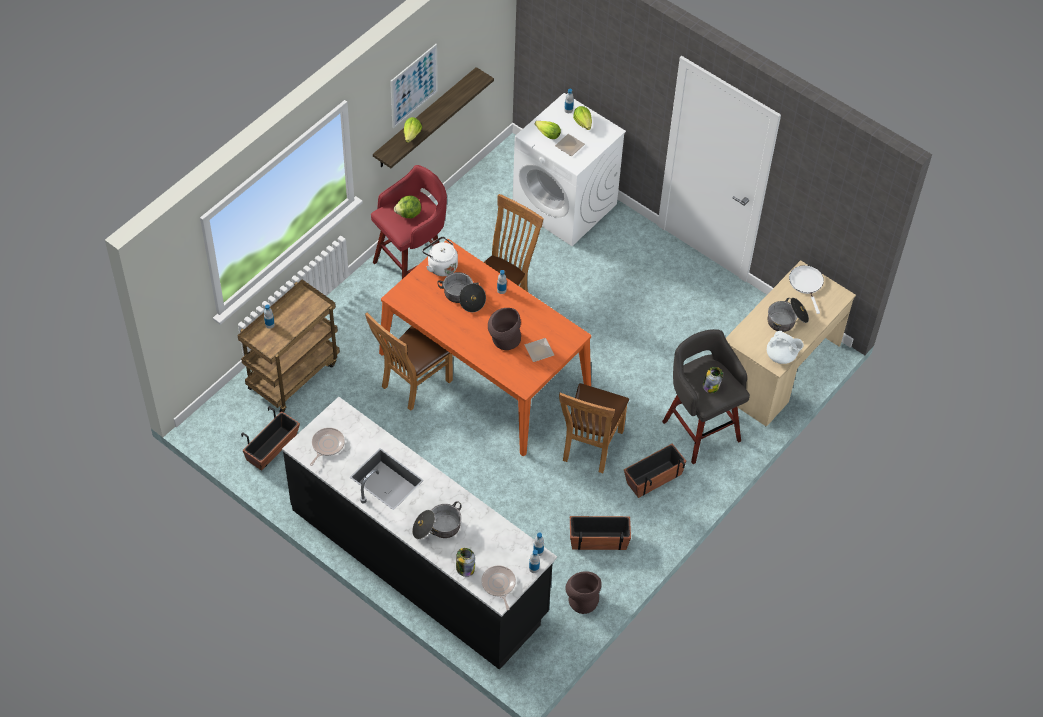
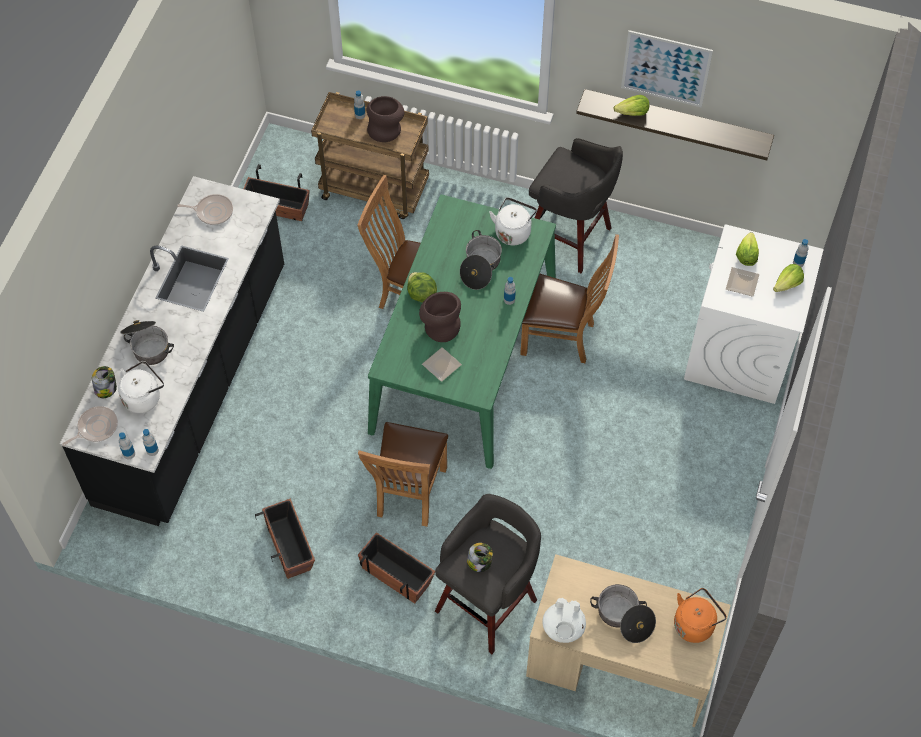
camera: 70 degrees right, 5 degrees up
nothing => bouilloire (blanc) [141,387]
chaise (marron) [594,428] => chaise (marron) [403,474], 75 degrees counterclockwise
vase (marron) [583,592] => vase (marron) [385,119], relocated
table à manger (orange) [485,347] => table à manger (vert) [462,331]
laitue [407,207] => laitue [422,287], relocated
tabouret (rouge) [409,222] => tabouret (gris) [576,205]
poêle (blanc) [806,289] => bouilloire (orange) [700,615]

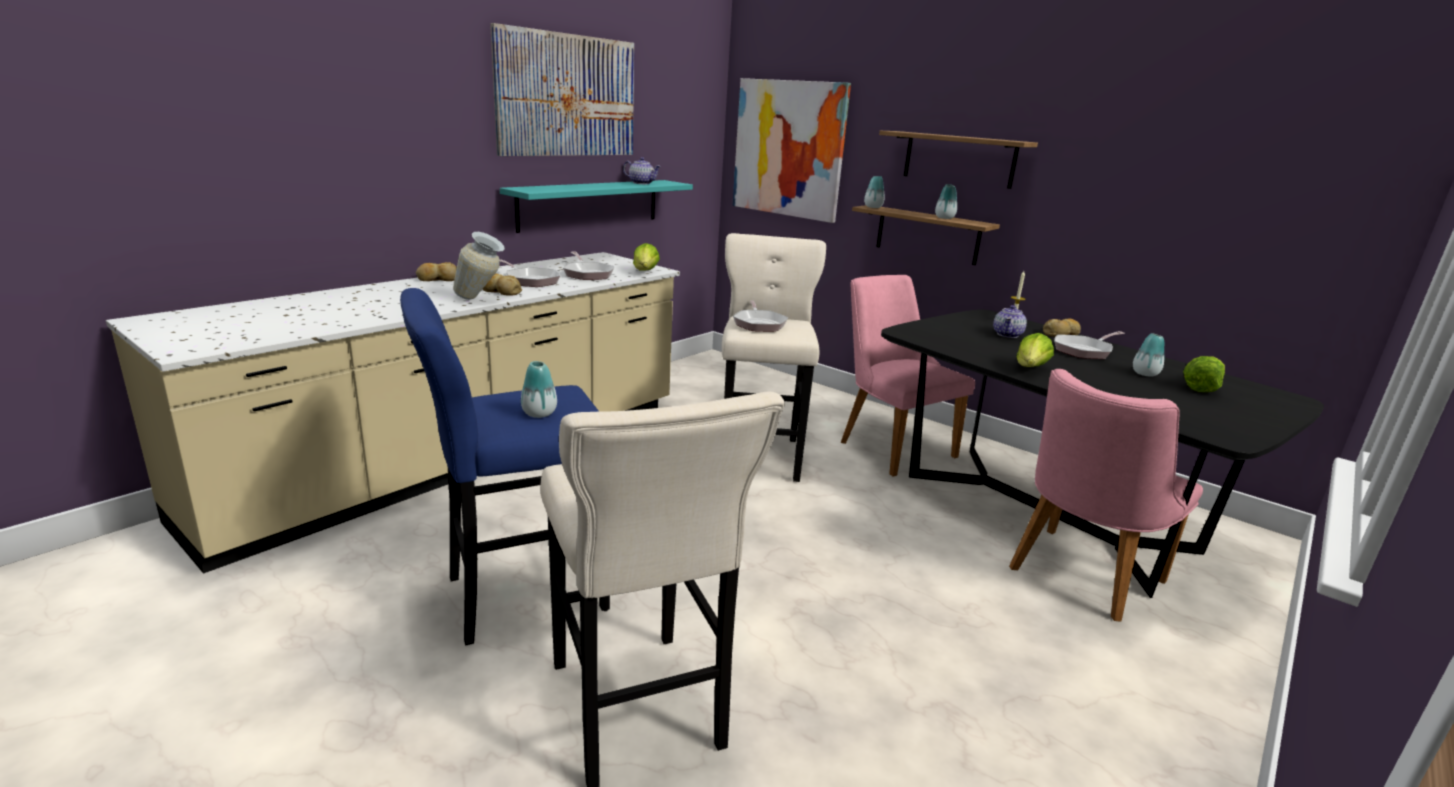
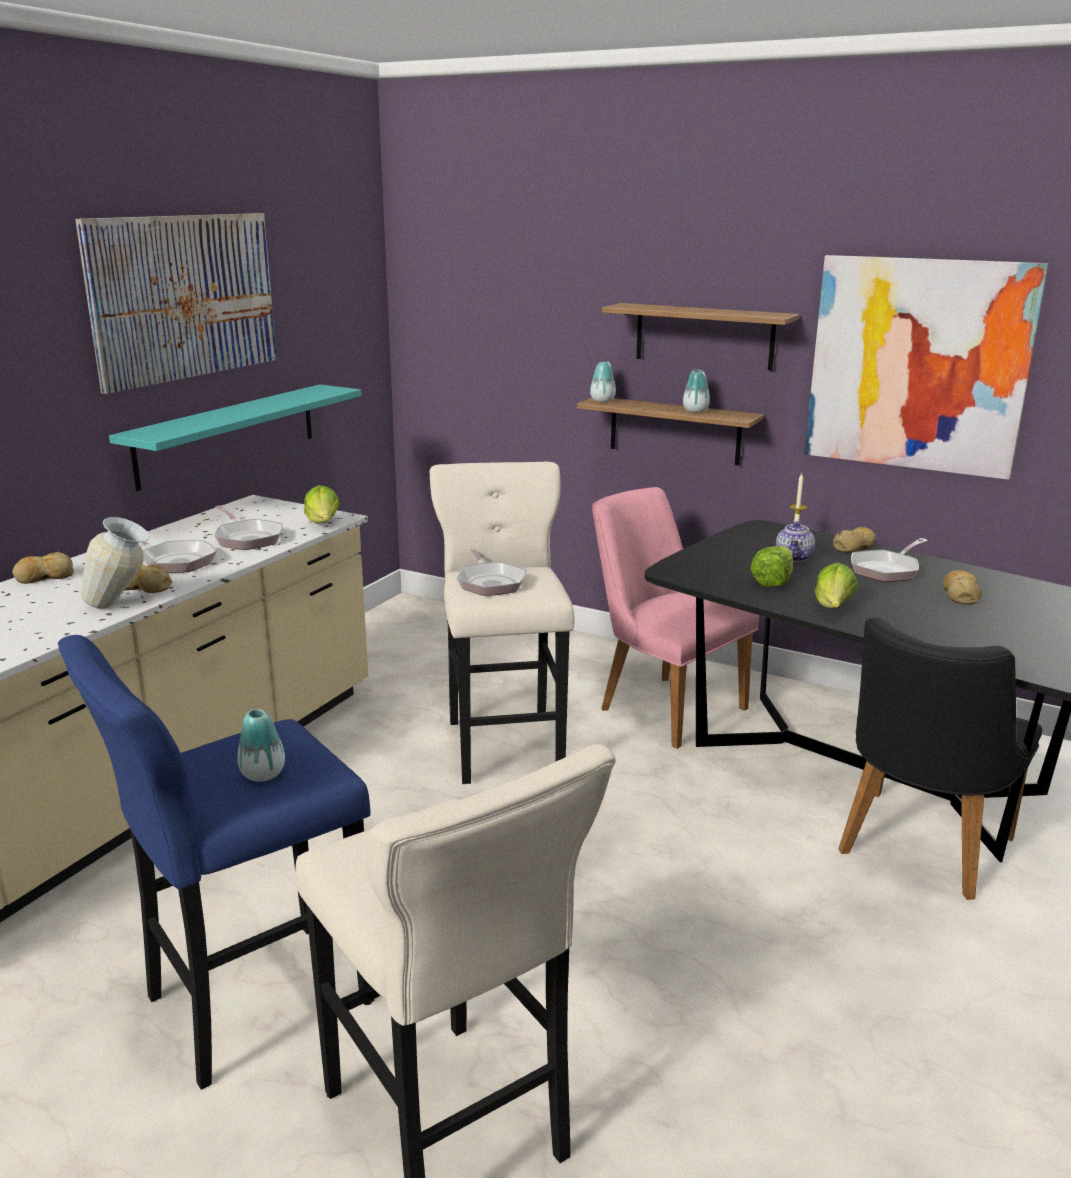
camera: 10 degrees left, 0 degrees up
laitue [1204,374] => laitue [771,566], relocated
tableau [791,150] => tableau [926,367], relocated
chaise (rose) [1106,495] => chaise (noir) [940,758]
vase [1148,355] => pain [962,587]
théière [642,170] => nothing

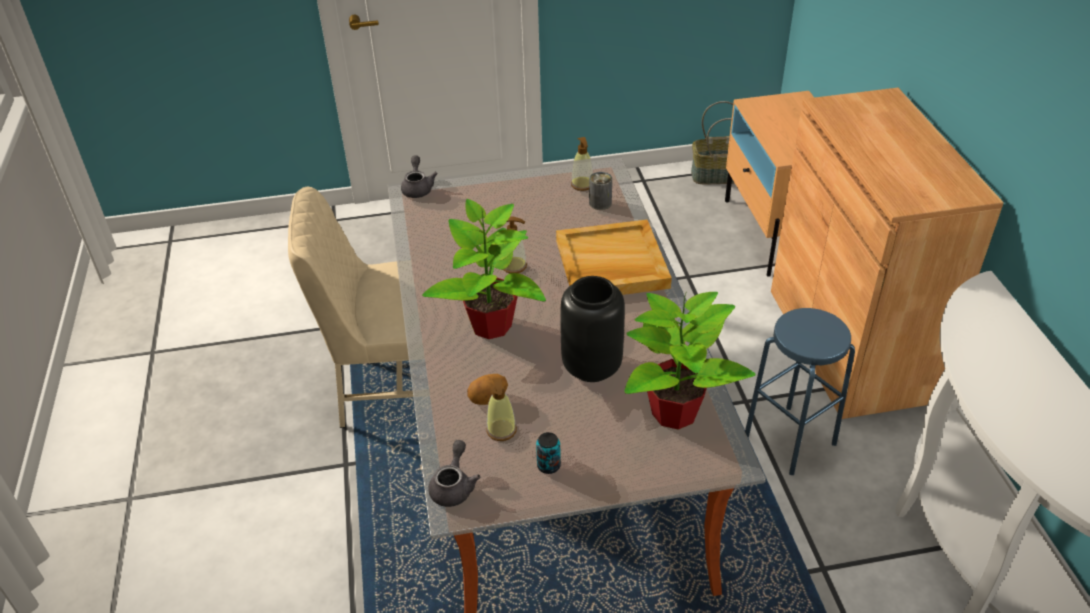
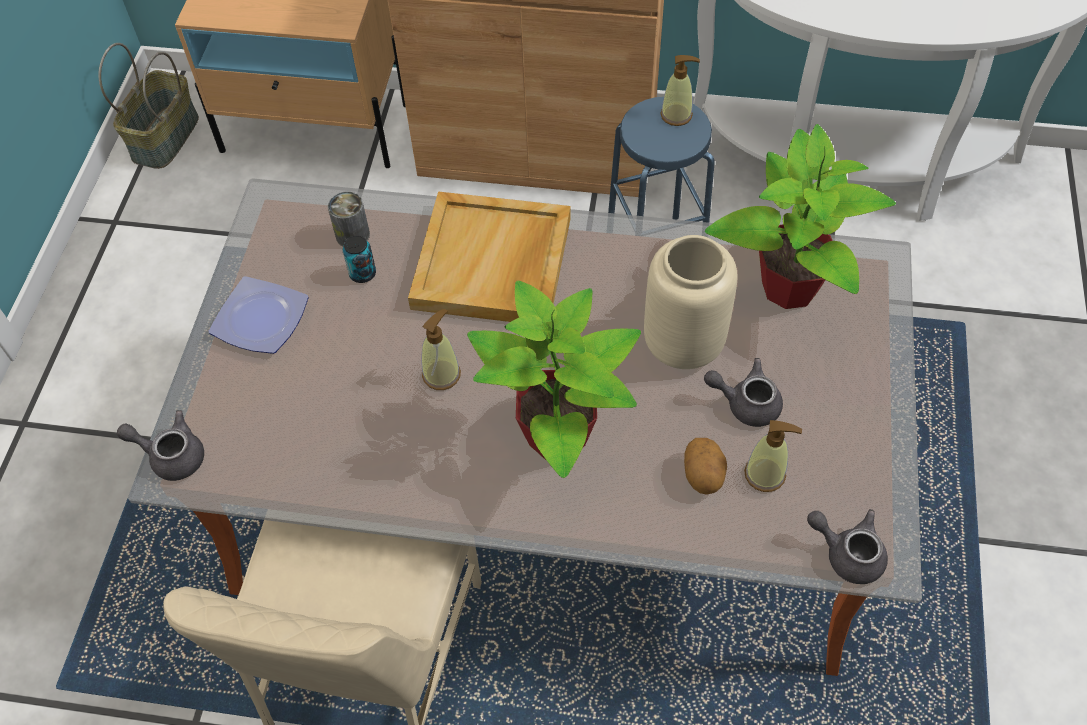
camera: 70 degrees left, 15 degrees up
nothing => assiette [259,315]
boîte métallique [548,453] => boîte métallique [359,259], relocated
vase (noir) [592,329] => vase (beige) [690,302]
distributeur de savon [582,164] => distributeur de savon [680,90], relocated
nothing => théière (gris) [743,392]

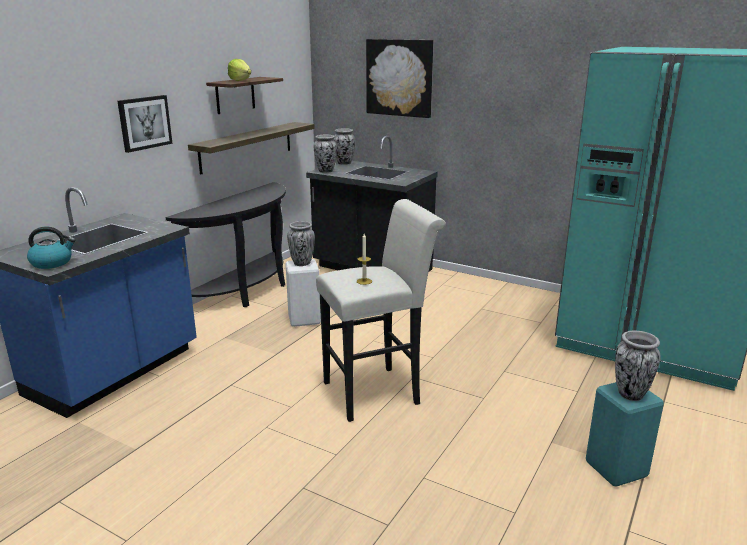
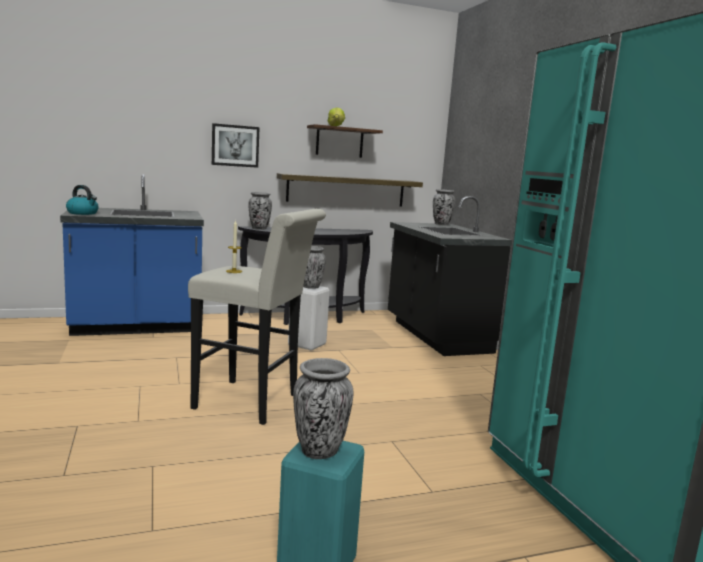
camera: 40 degrees right, 10 degrees down
vase [325,154] => vase [260,211], relocated
tableau [399,78] => nothing

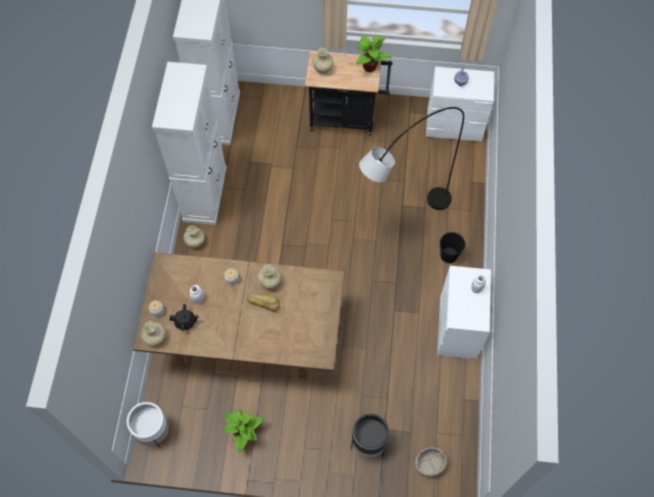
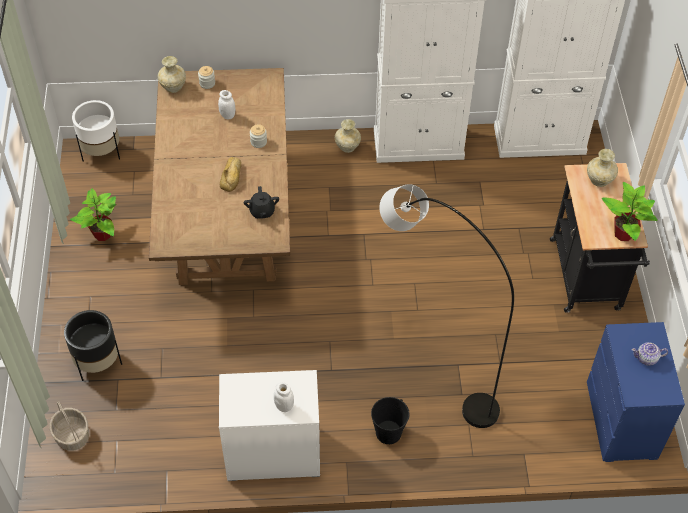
camera: 80 degrees right, 10 degrees down
théière (noir) [184,317] => théière (noir) [261,202], relocated
commode (blanc) [460,104] => commode (bleu) [636,392]
vase (beige) [269,276] => nothing

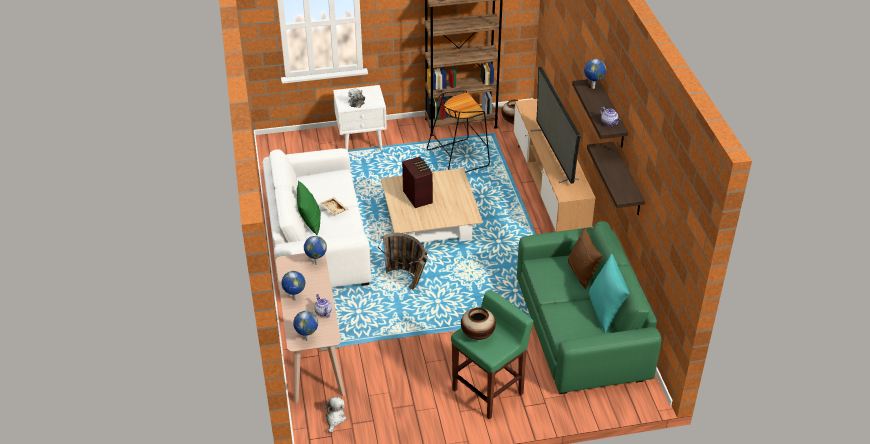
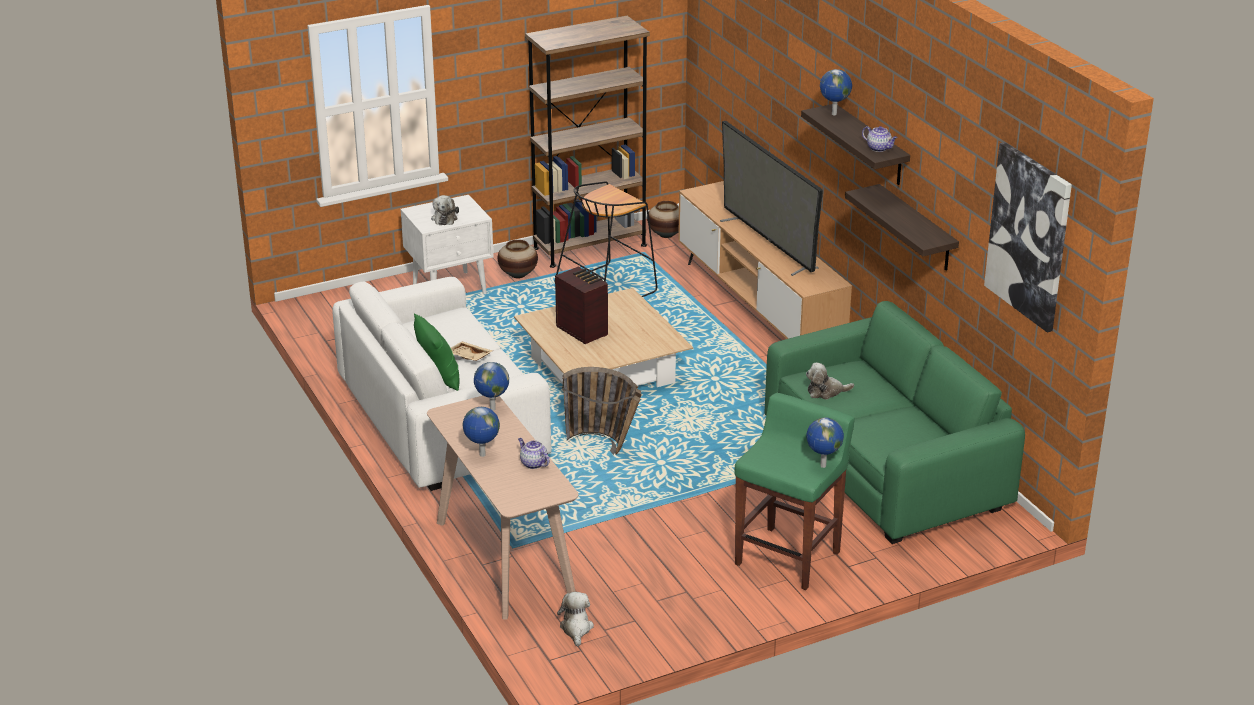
camera: 15 degrees left, 10 degrees down
vase [478,323] => vase [518,259], relocated
nothing => peluche [830,381]
globe [305,326] => globe [825,442], relocated
nothing => tableau [1028,237]
coussin (marron) [585,258] => nothing
coussin (turquoise) [609,293] => nothing

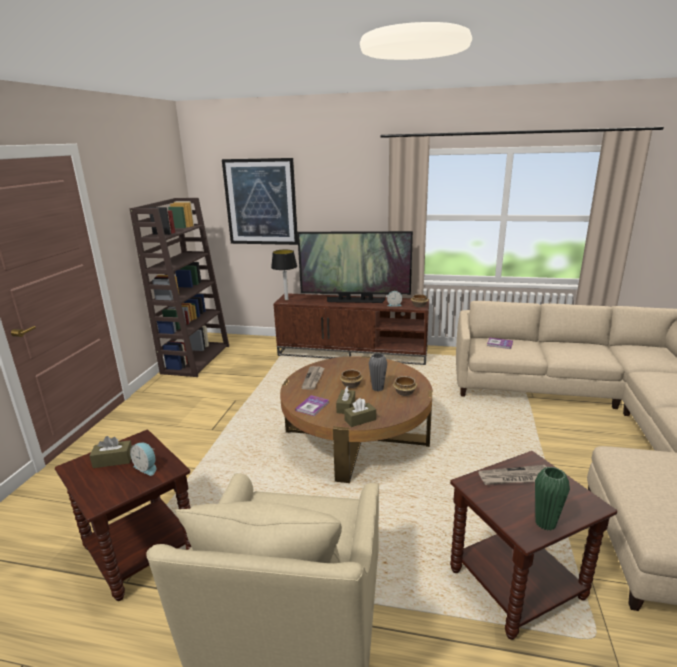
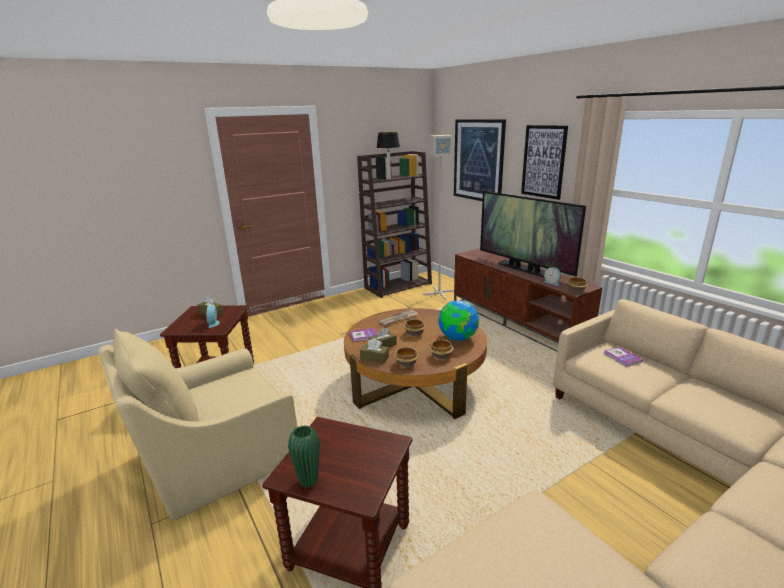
camera: 45 degrees right, 0 degrees up
lampe de table [284,274] => lampe de table [388,155], relocated
nothing => bol [406,357]
nothing => lampadaire (gris) [438,217]
nothing => globe [459,320]
nothing => tableau [544,162]
vase (gris) [378,372] => nothing
journal [512,475] => nothing

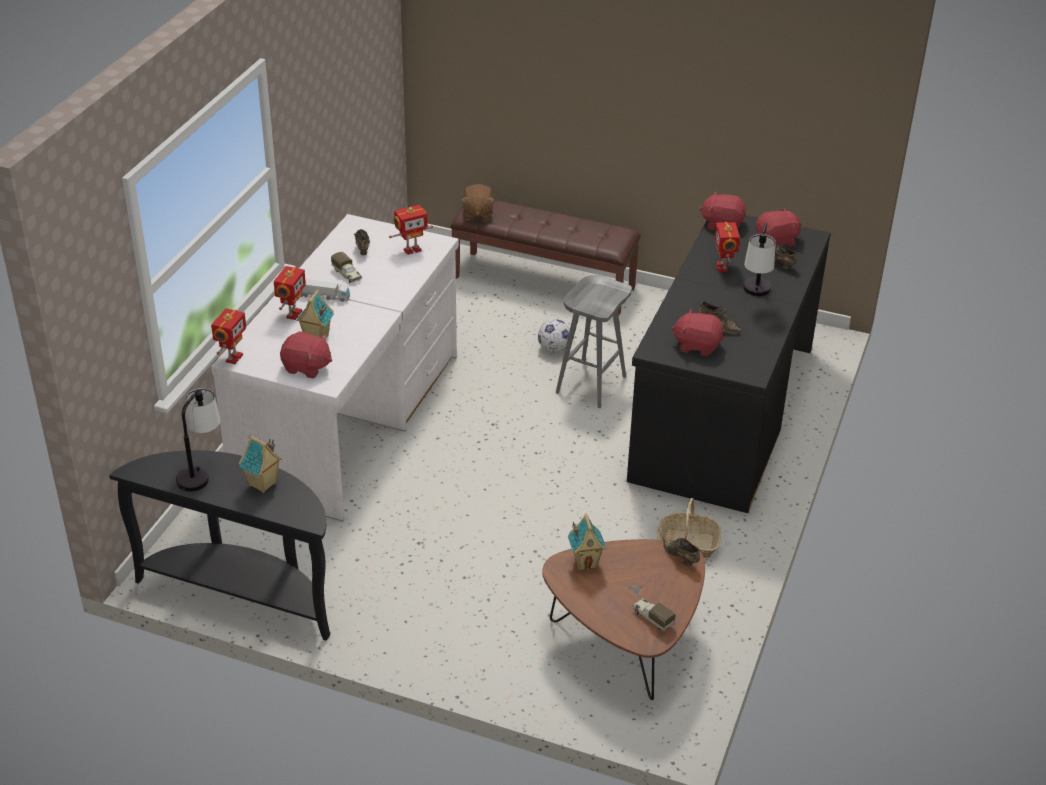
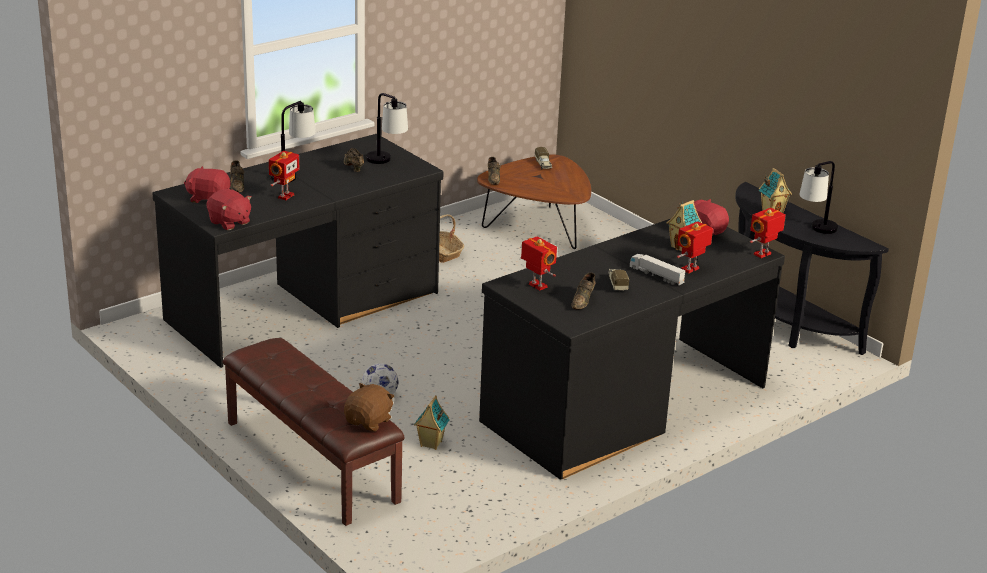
camera: 150 degrees left, 10 degrees down
peluche (rouge) [697,332] => lampe de table [387,128]
maison miniature [587,541] => maison miniature [431,422], relocated
bureau (blanc) [335,368] => bureau (noir) [632,349]
robot jouet [411,230] => robot jouet [538,263], 45 degrees clockwise
tabouret (gris) [594,341] => nothing

